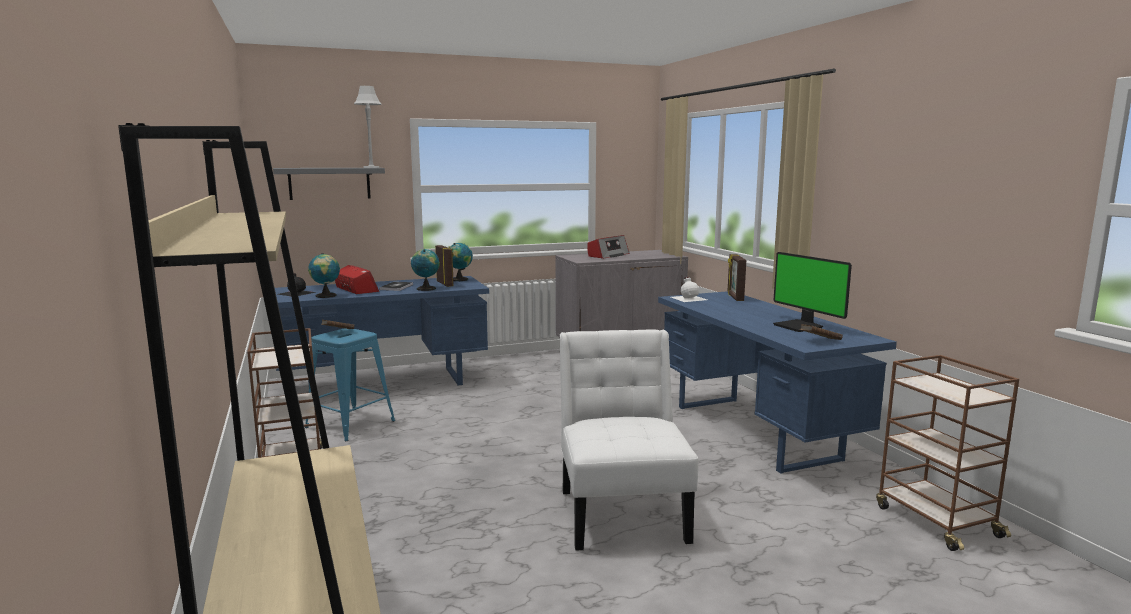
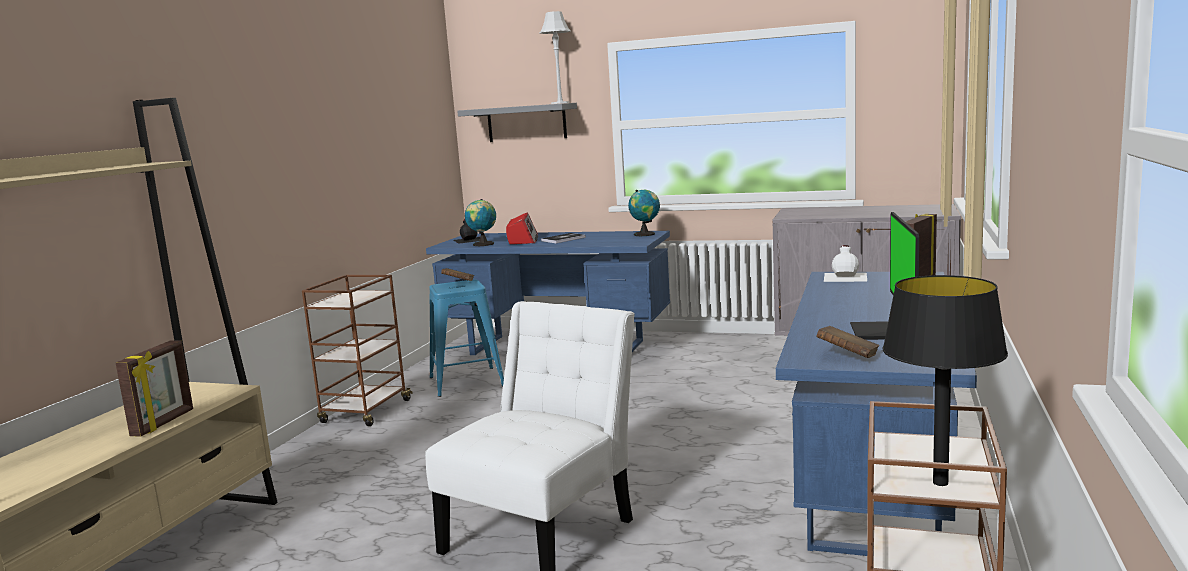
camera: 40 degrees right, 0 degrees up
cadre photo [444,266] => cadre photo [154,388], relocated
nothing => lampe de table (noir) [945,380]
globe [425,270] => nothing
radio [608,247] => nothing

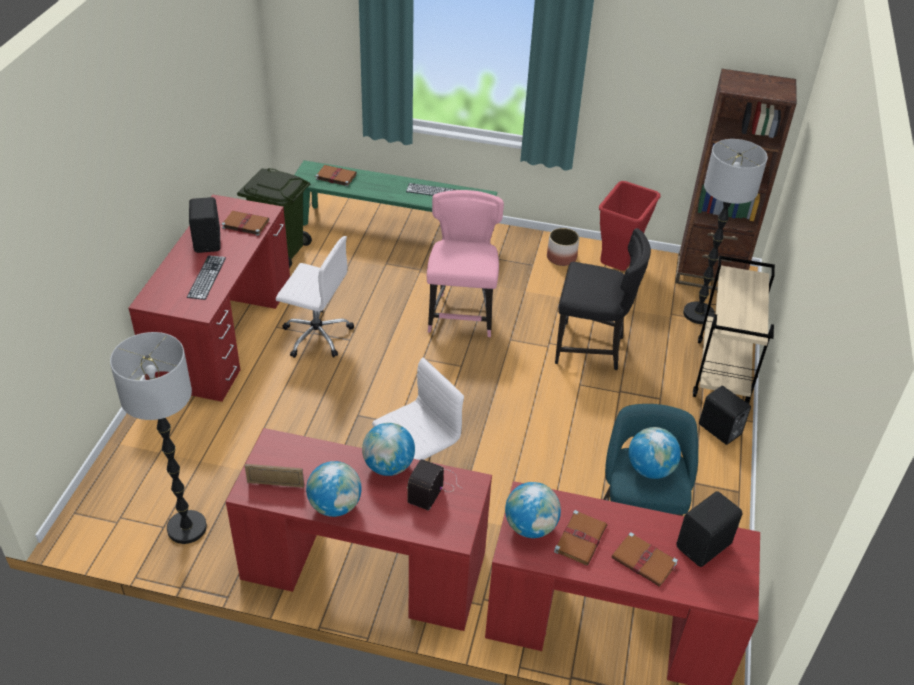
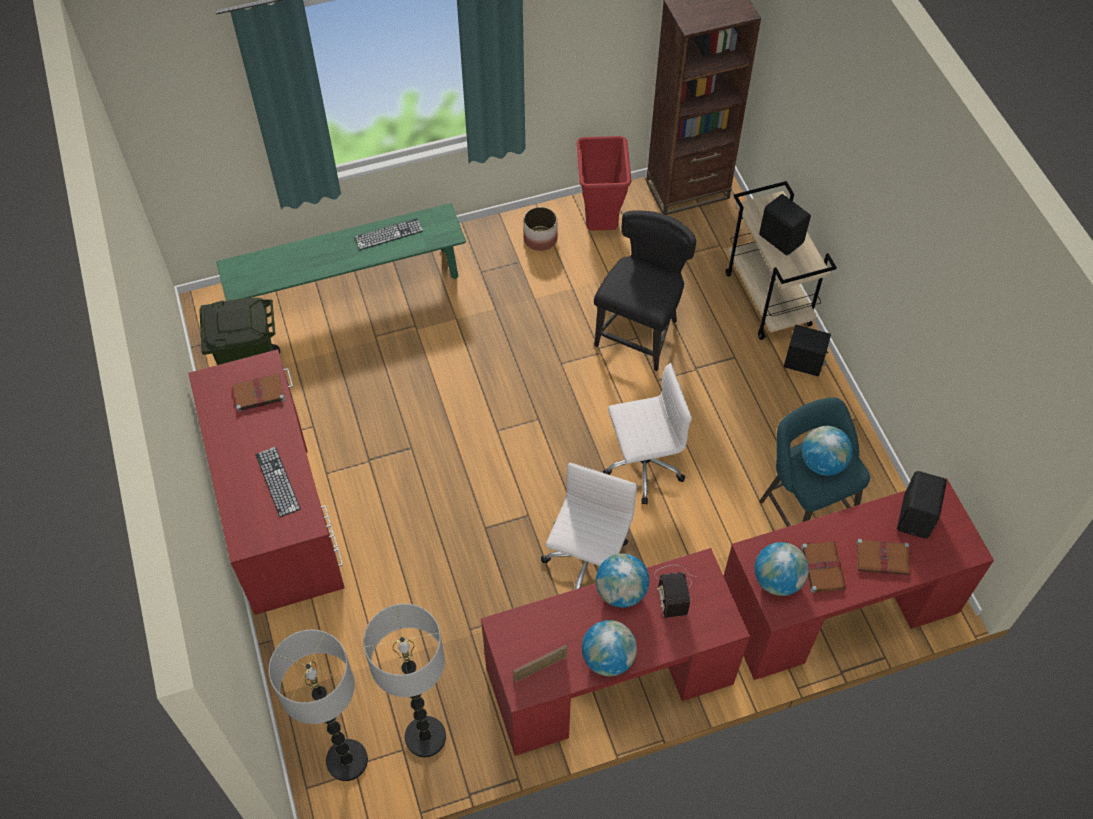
camera: 30 degrees left, 15 degrees up
lampadaire [725,231] => lampadaire [318,705], relocated
chaise (noir) [603,299] => chaise (noir) [645,290], 45 degrees counterclockwise
chaise de bureau (blanc) [315,297] => chaise de bureau (blanc) [647,434], relocated
enceinte (noir) [205,225] => enceinte (noir) [785,224], relocated
livre (marron) [335,176] => nothing
chaise (rose) [465,263] => nothing

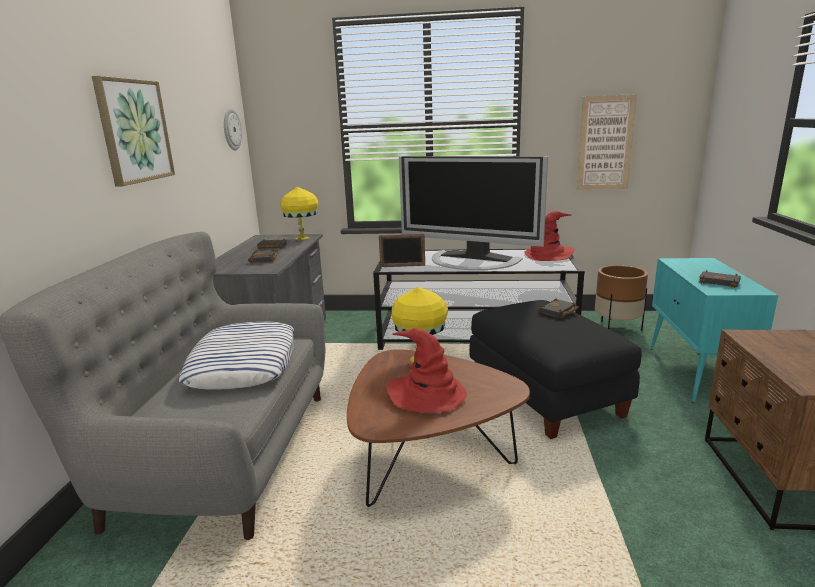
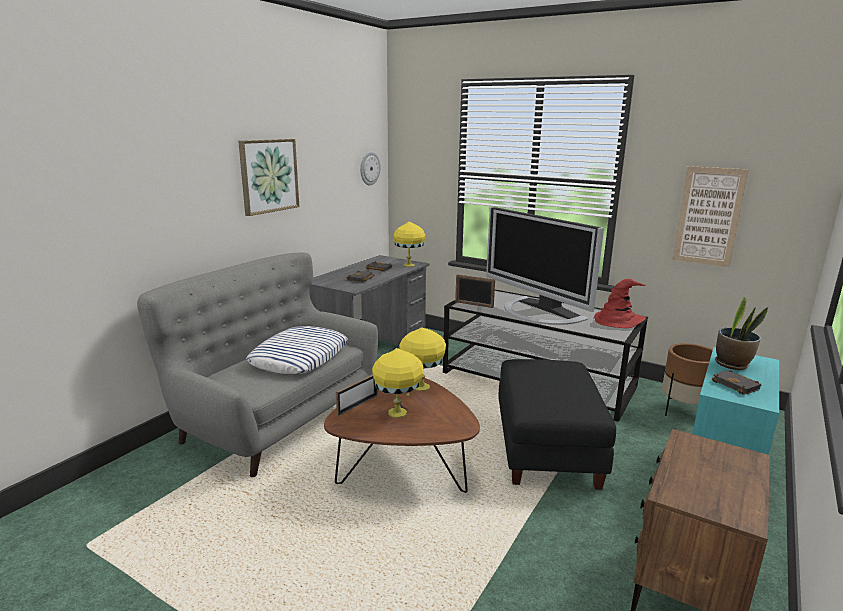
camera: 25 degrees right, 0 degrees up
nothing => cadre photo [357,395]
chapeau (rouge) [427,370] => lampe de table (jaune) [398,383]
nothing => plante en pot [741,332]
livre (noir) [558,308] => nothing

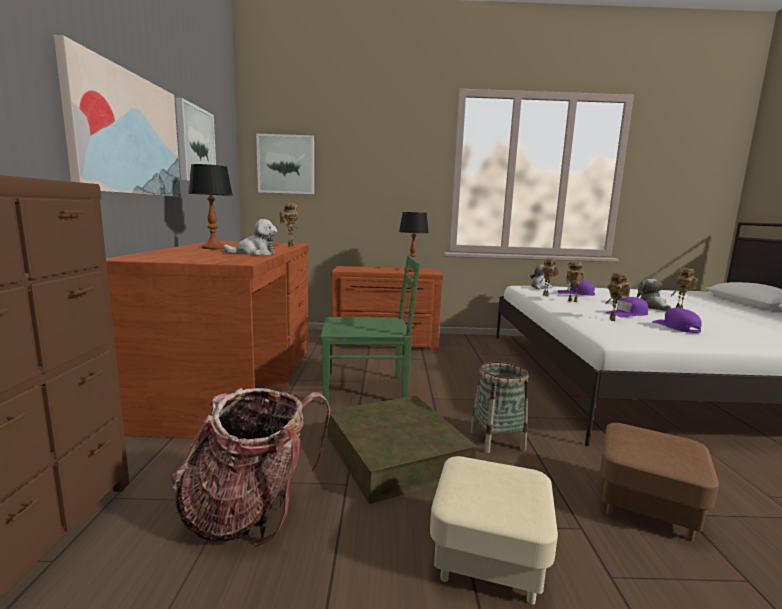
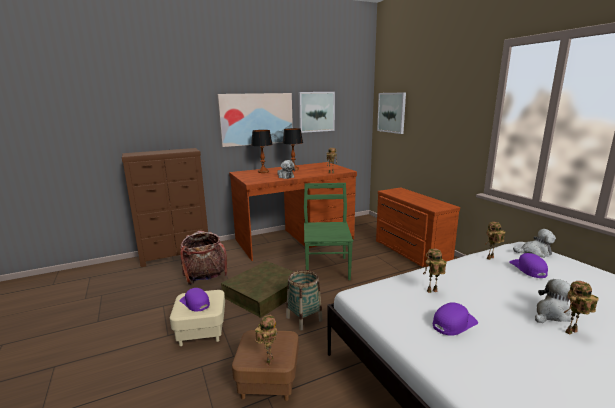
camera: 65 degrees right, 5 degrees up
casquette (violet) [627,307] => casquette (violet) [194,300], relocated
lampe de table [414,242] => lampe de table [262,151], relocated
robot jouet [575,282] => robot jouet [266,340], relocated
chaise (vert) [370,330] => chaise (vert) [328,231], 150 degrees counterclockwise

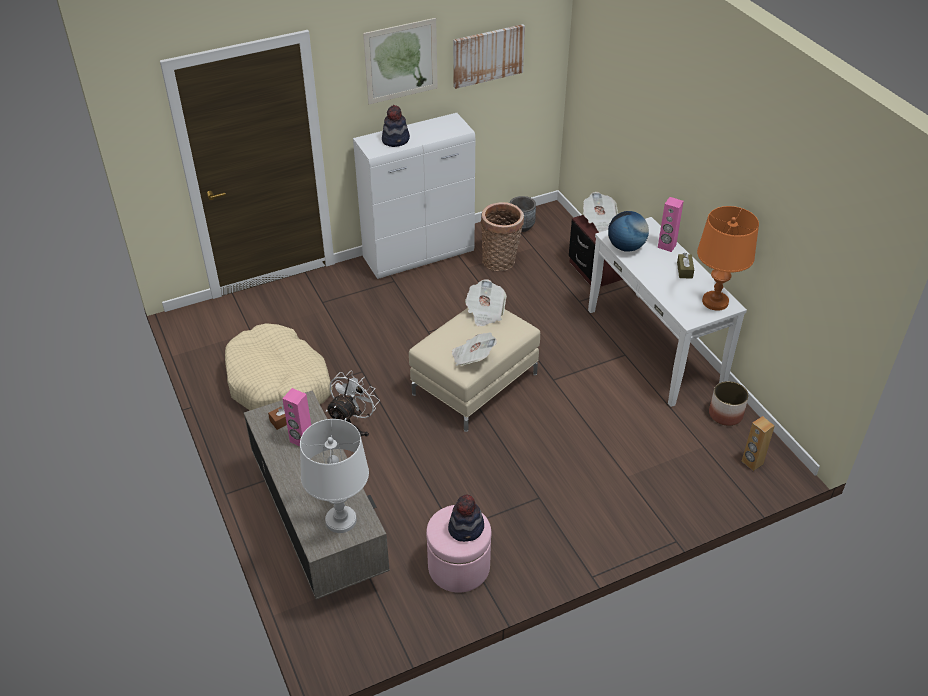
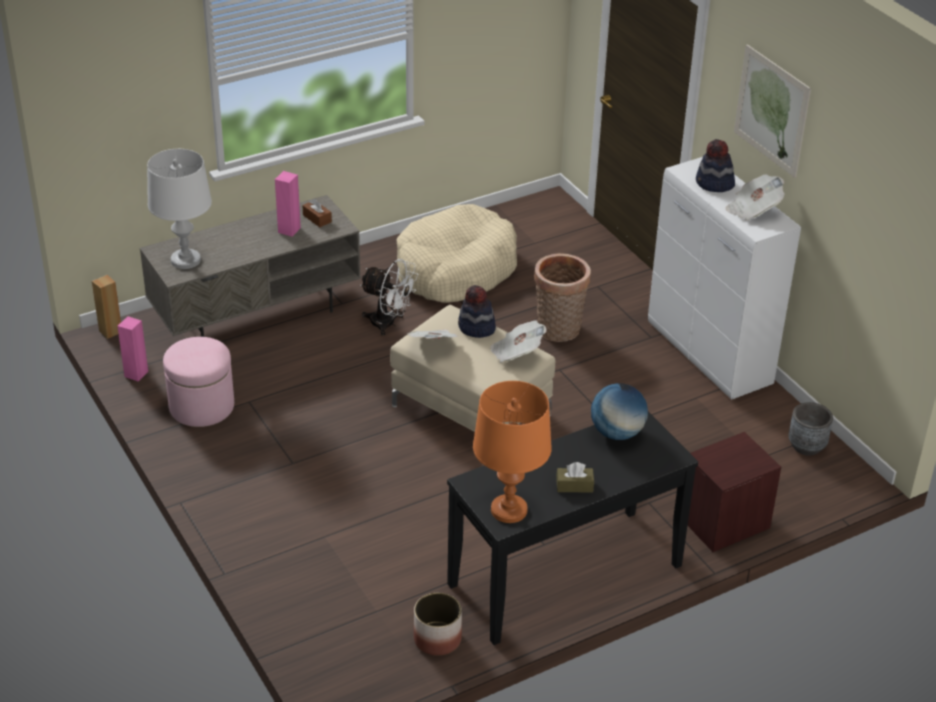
camera: 85 degrees right, 5 degrees down
enceinte (marron) [758,443] => enceinte (marron) [106,307], relocated
enceinte (rose) [671,224] => enceinte (rose) [132,348], relocated
table console (blanc) [667,312] => table console (noir) [572,528]
chapeau [466,518] => chapeau [477,311], relocated
panier [502,236] => panier [562,297], relocated
journal [600,212] => journal [755,197], relocated
tableau [489,56] => nothing

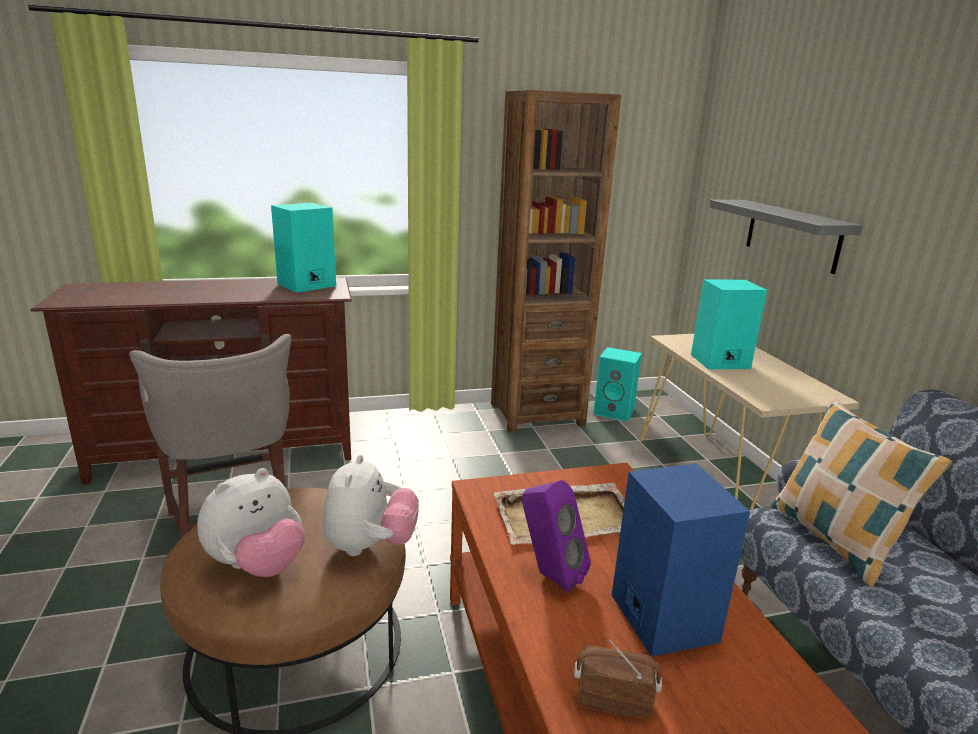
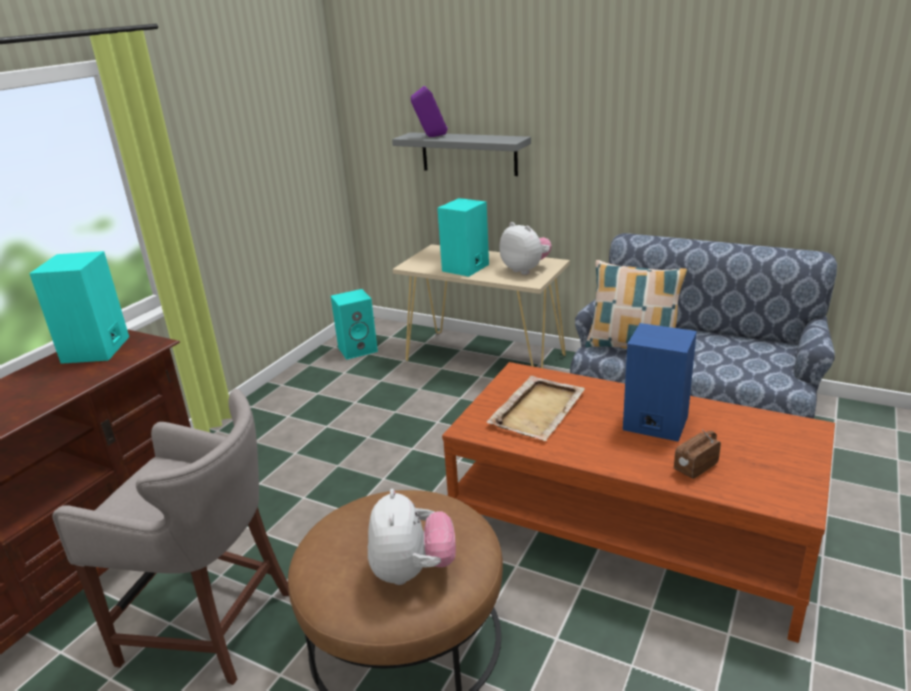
camera: 45 degrees left, 5 degrees up
enceinte (violet) [556,536] => enceinte (violet) [429,111], relocated
peluche [371,505] => peluche [525,248], relocated
bibliothèque (marron) [556,261] => nothing

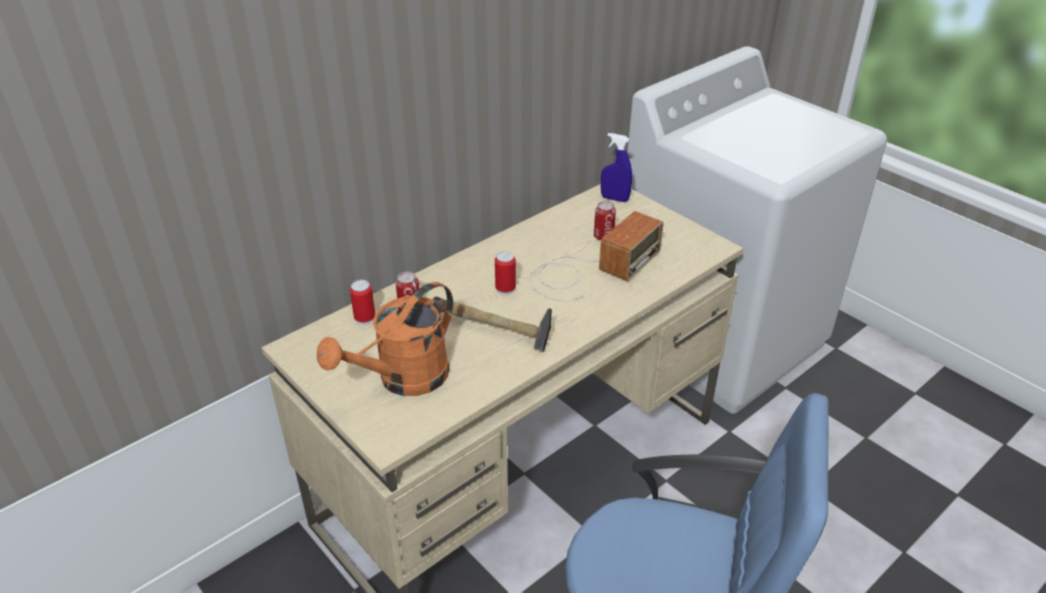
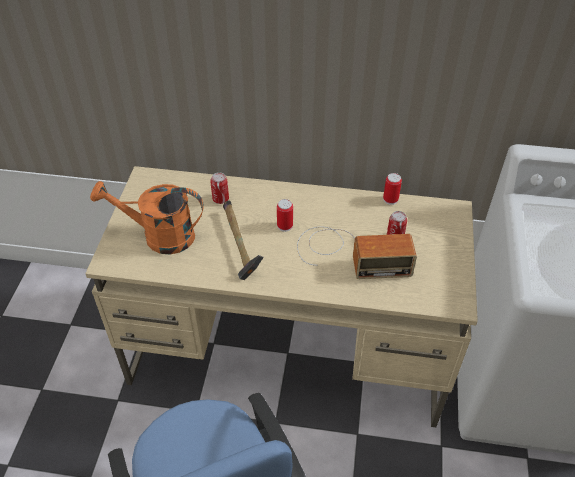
camera: 50 degrees right, 10 degrees up
boîte métallique [362,302] => boîte métallique [392,189], relocated
vaporisateur (bleu) [616,167] => nothing

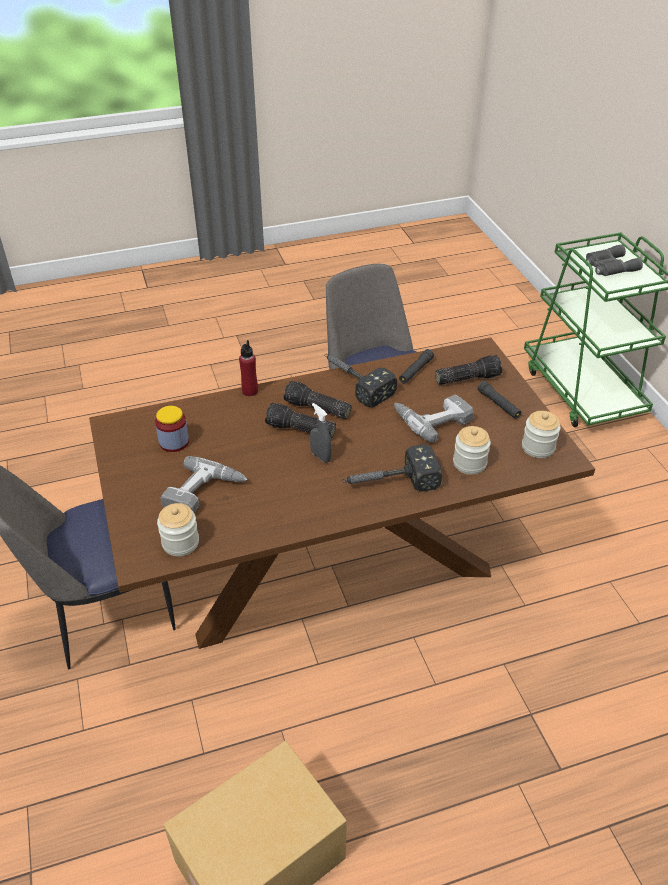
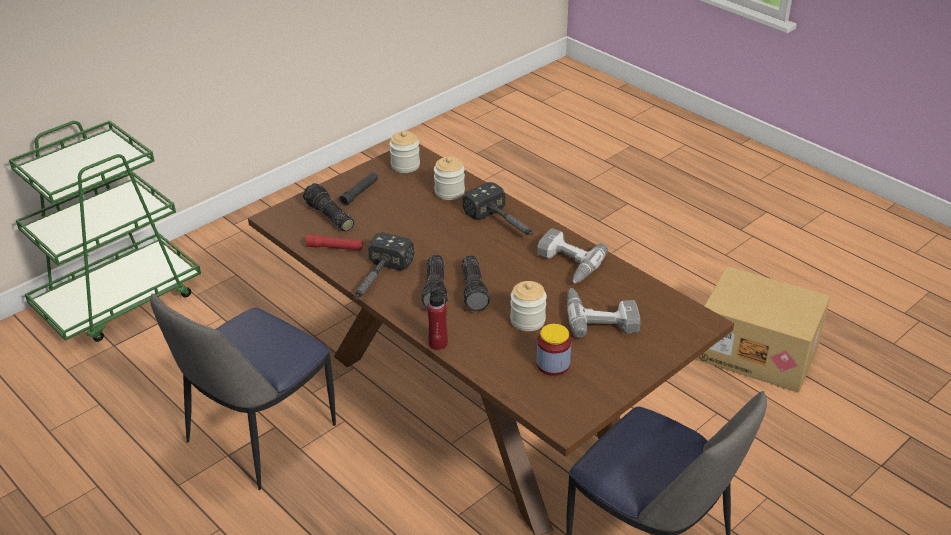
camera: 115 degrees left, 5 degrees down
lampe de poche (noir) [416,366] => lampe de poche (rouge) [334,242]
bocal [178,529] => bocal [528,306], relocated
perceuse [434,419] => perceuse [572,255], relocated
vaporisateur (gris) [321,433] => nothing
jumelles (gris) [614,260] => nothing

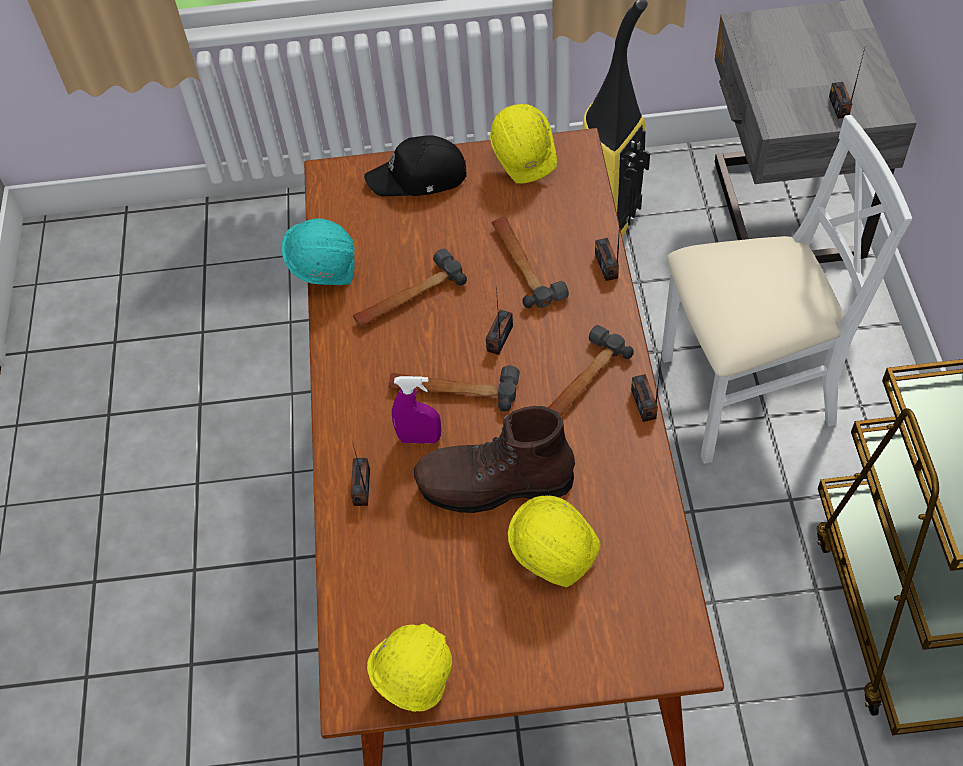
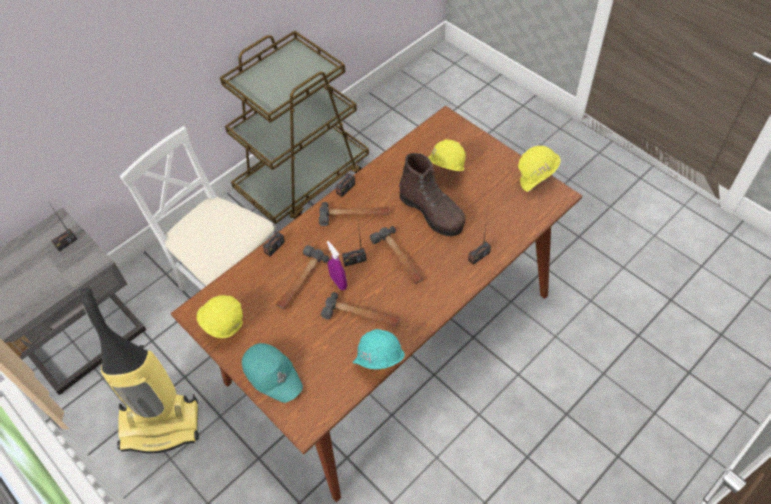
camera: 130 degrees left, 0 degrees up
casquette (noir) [415,166] => casquette (turquoise) [272,373]
vaporisateur (violet) [416,410] => vaporisateur (violet) [337,265], relocated

